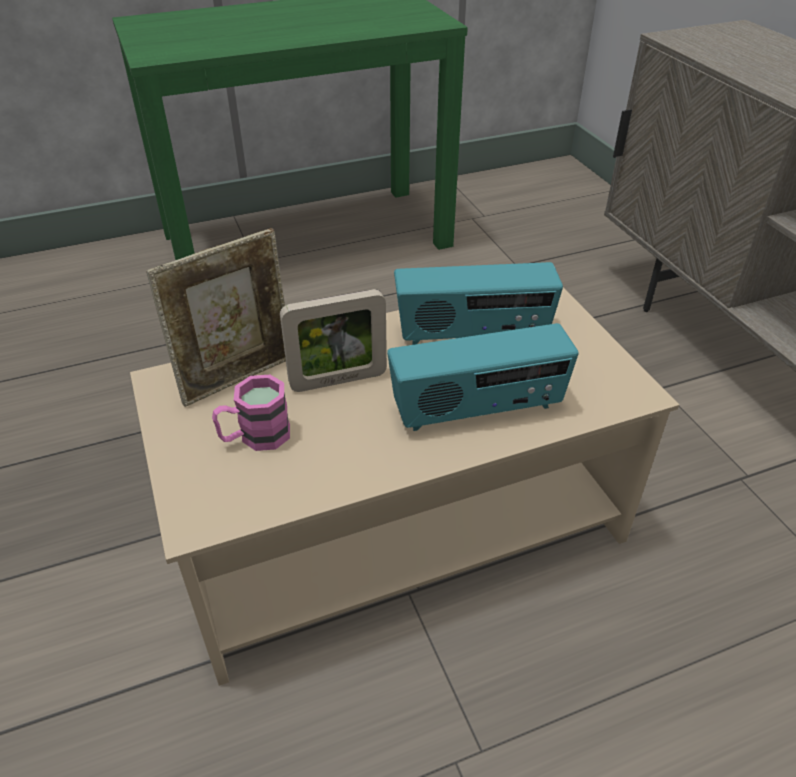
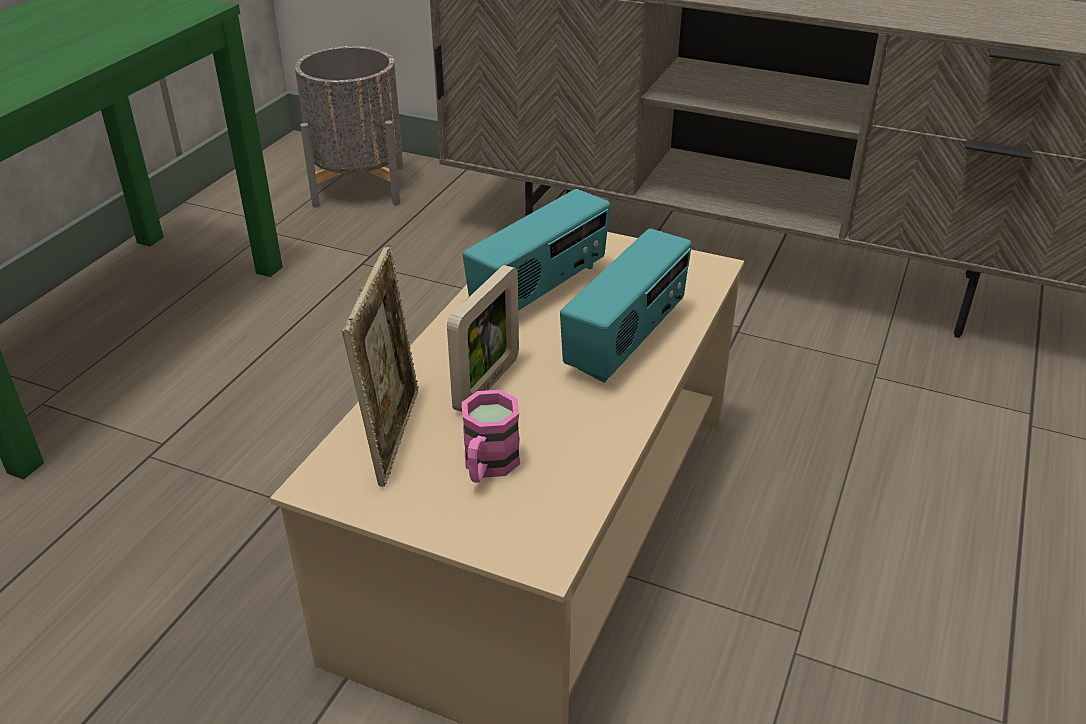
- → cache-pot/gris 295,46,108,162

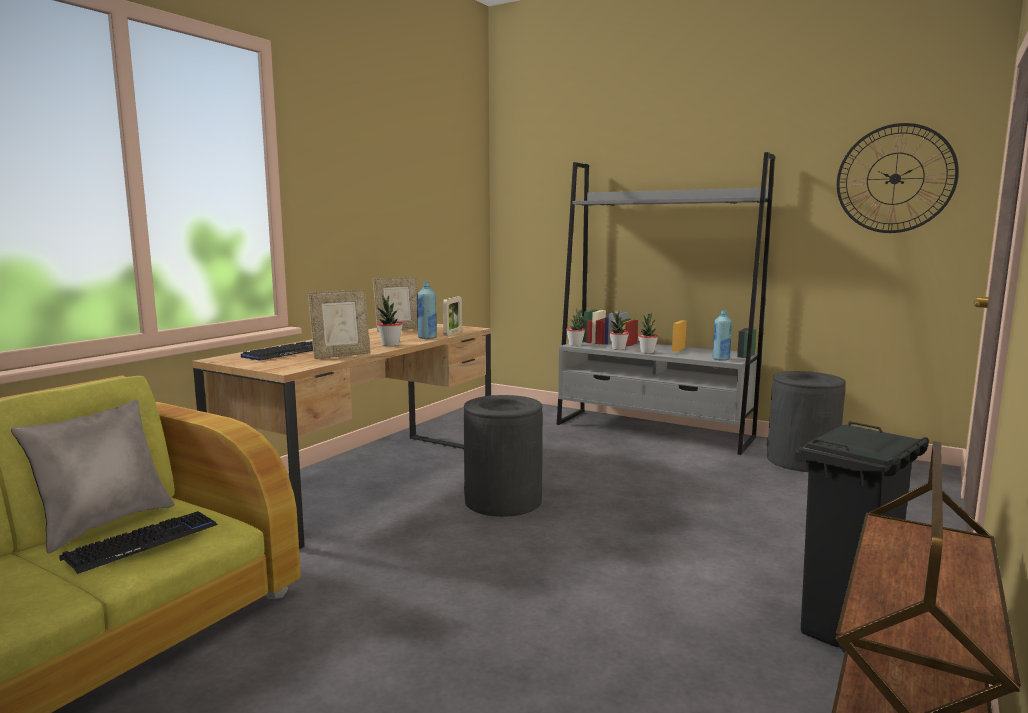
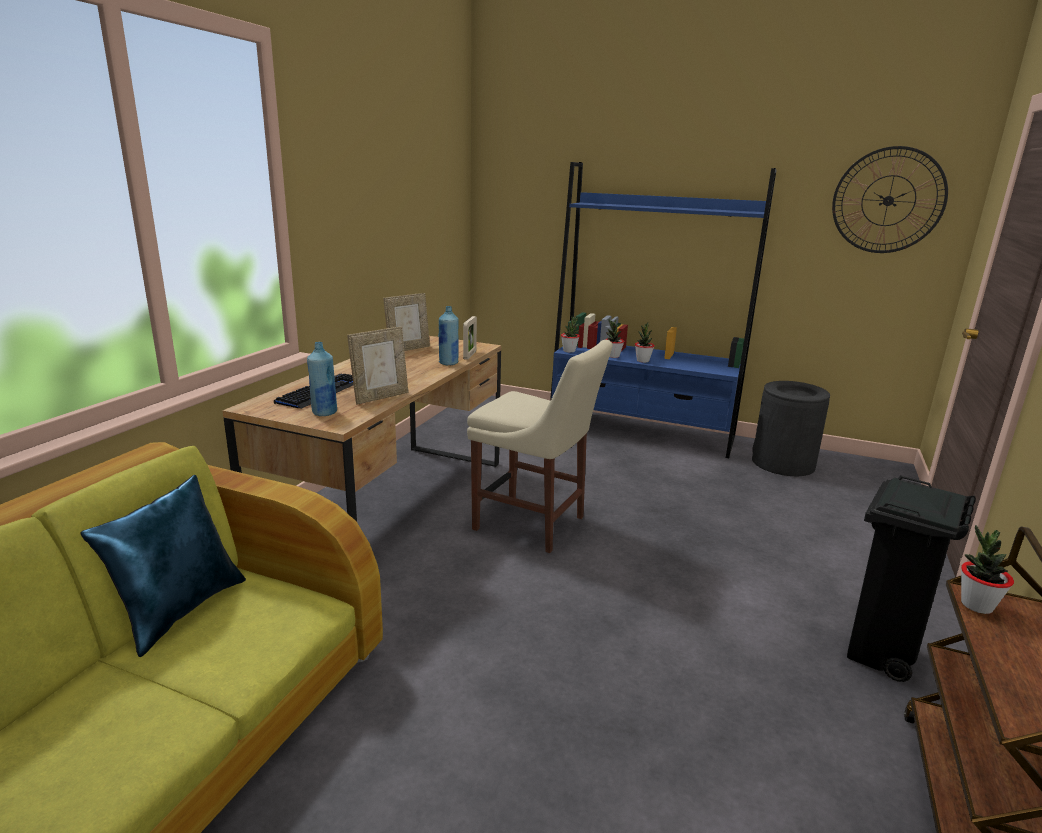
bibliothèque/gris 557,152,218,303 → bibliothèque/bleu 550,162,227,296
plante en pot 377,295,26,51 → plante en pot 961,525,53,89, shifted
bouteille/bleu 713,310,19,51 → bouteille/bleu 307,342,30,74, shifted
poubelle/noir 463,395,80,122 → chaise/beige 467,340,145,213
coussin/gris 11,399,164,154 → coussin/bleu 81,475,165,182
clavier 59,511,159,63 → -

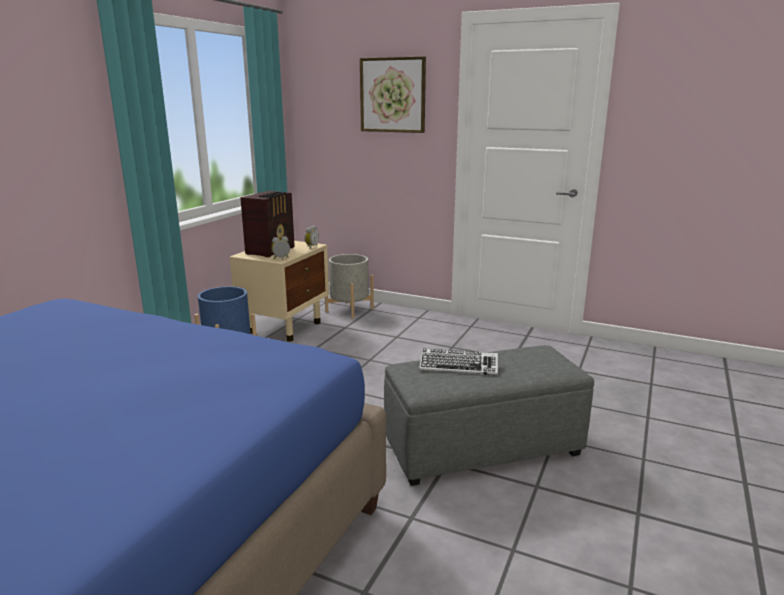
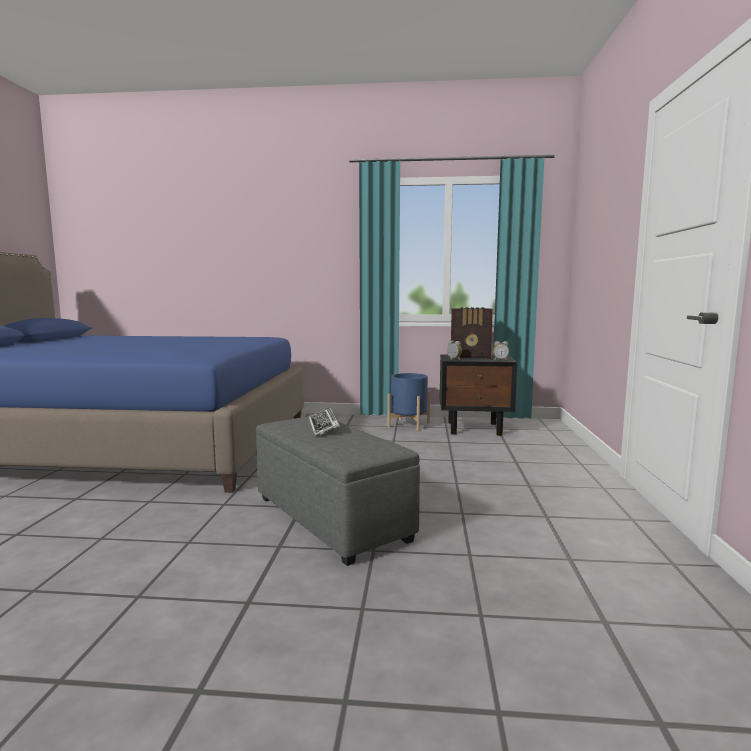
tableau 360,56,66,77 → -
table de chevet/beige 230,241,99,101 → table de chevet/noir 440,355,77,81
cache-pot/gris 325,254,49,65 → -

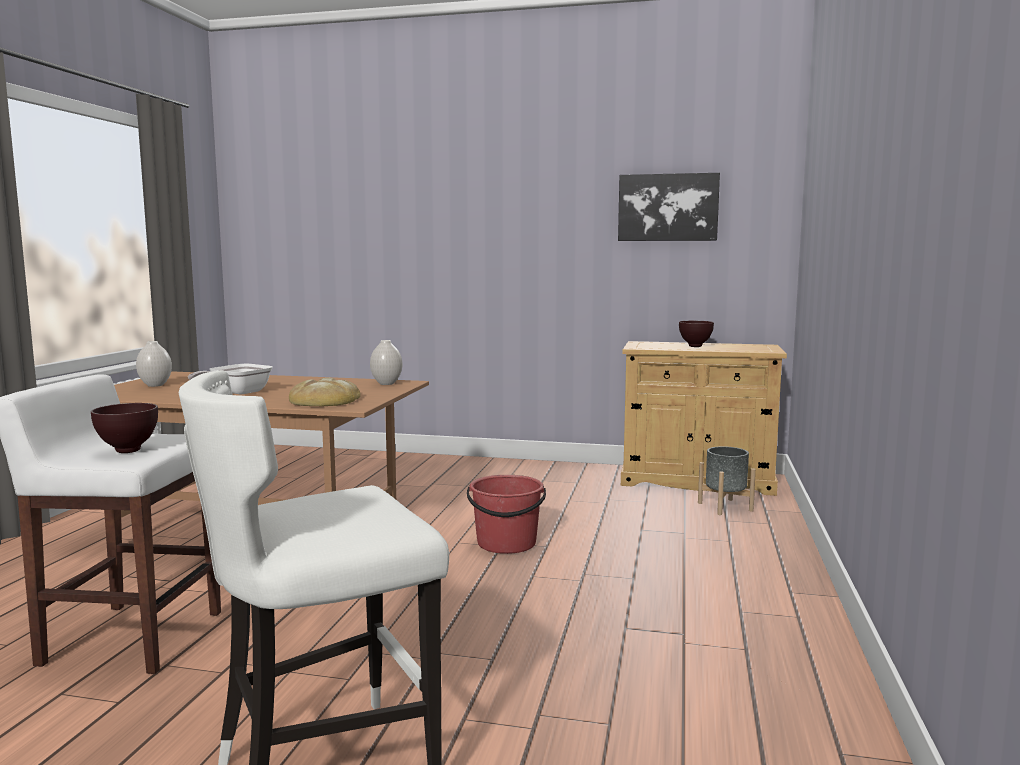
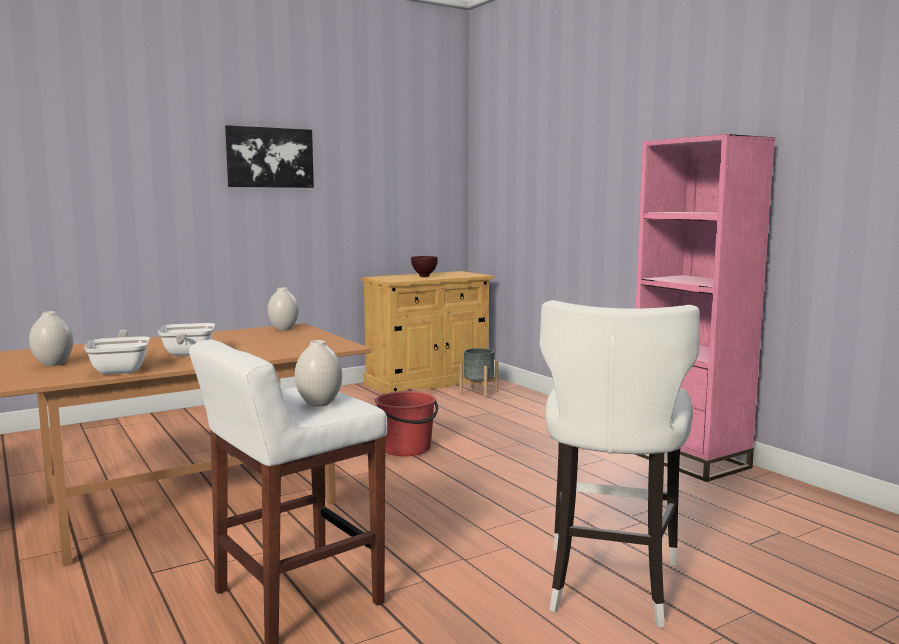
tableau 618,173,102,68 → tableau 225,125,89,63, shifted
pain 289,378,72,29 → -
bol/marron 91,403,67,50 → vase/blanc 295,340,47,67
- → bibliothèque/rose 635,134,140,348
- → poêle 84,330,66,45

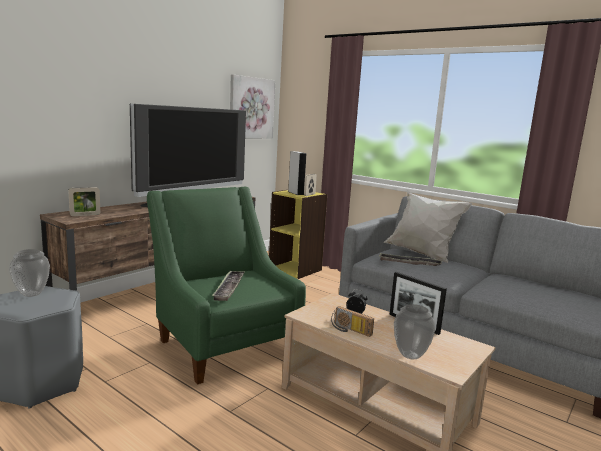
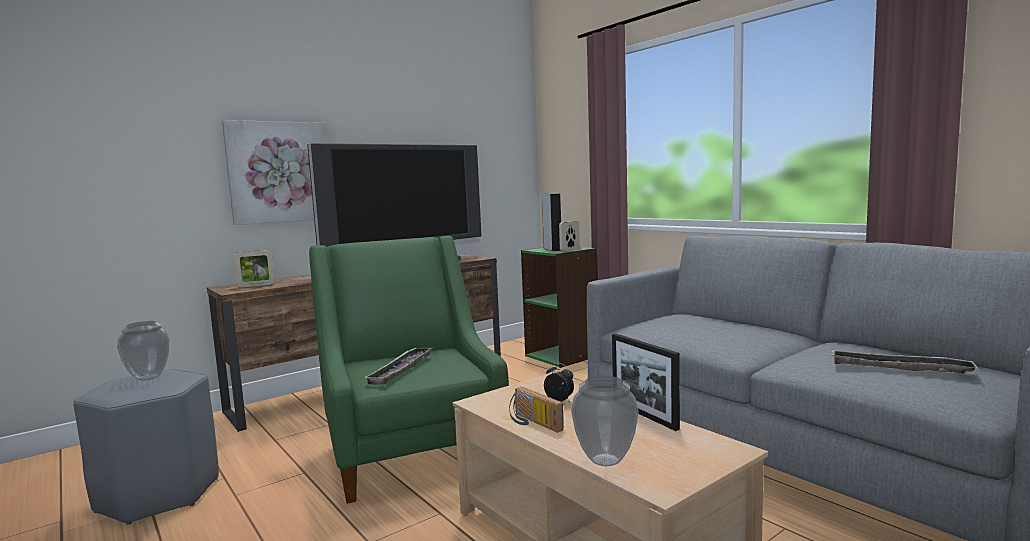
tableau 230,75,45,64 → tableau 222,120,106,105, shifted
bibliothèque/jaune 269,190,58,89 → bibliothèque/vert 521,247,77,121
coussin/blanc 384,190,88,73 → -
plateau 379,253,63,13 → plateau 831,350,147,23, shifted

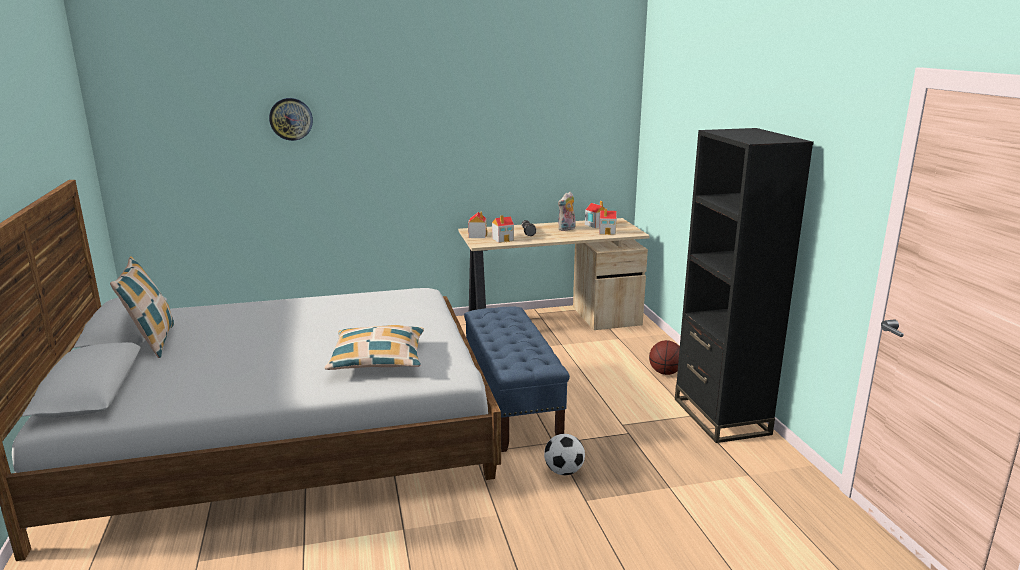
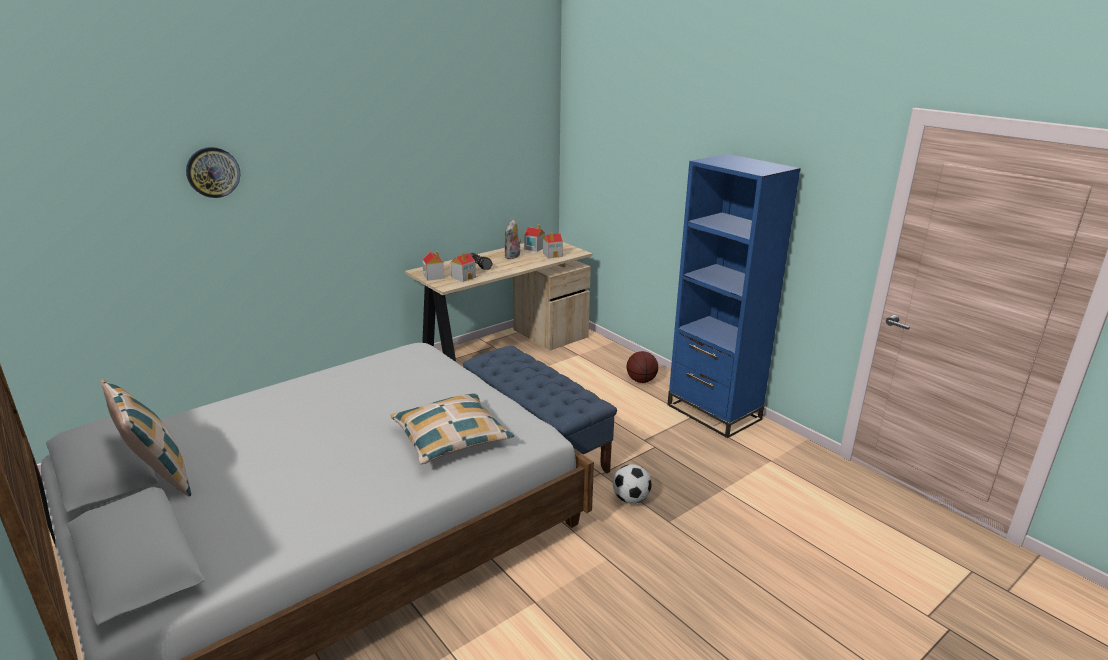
bibliothèque/noir 675,128,139,315 → bibliothèque/bleu 667,154,134,284

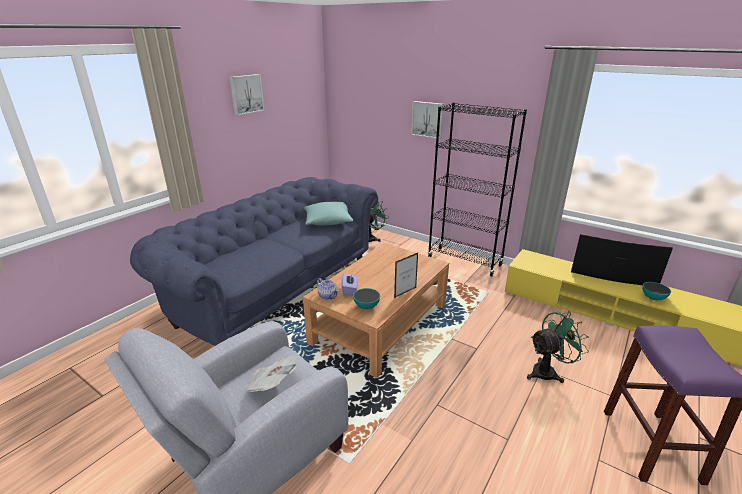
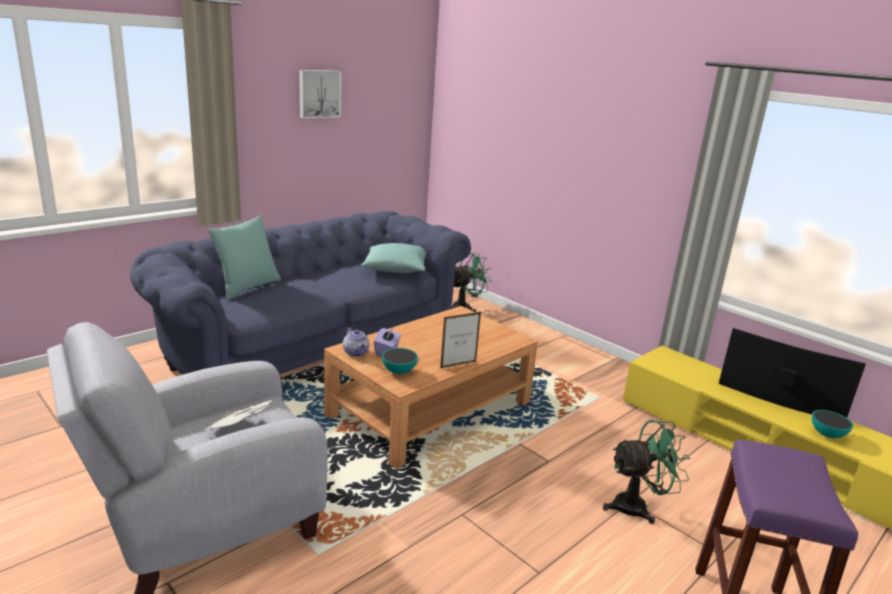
tableau 411,101,33,38 → -
bibliothèque/noir 428,102,99,175 → -
- → coussin/turquoise 208,216,73,84

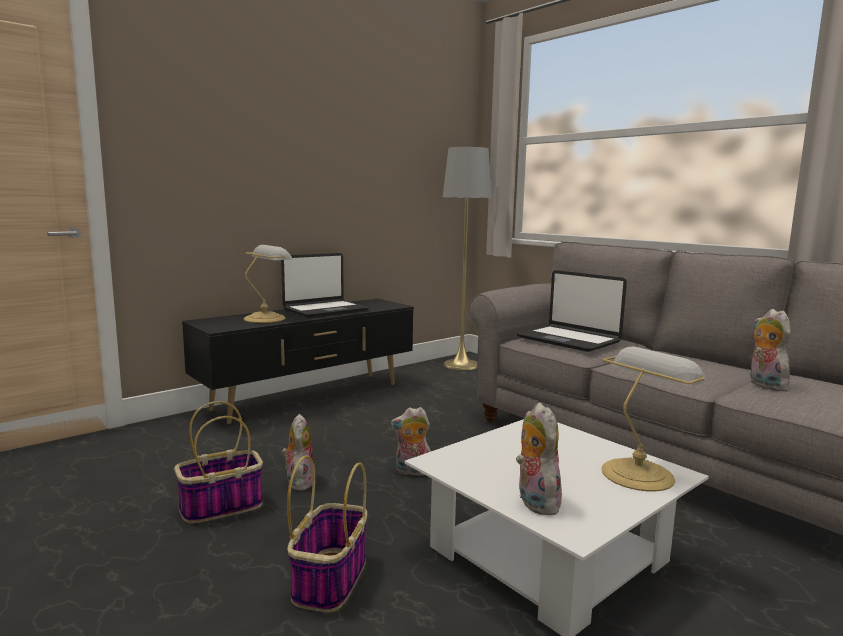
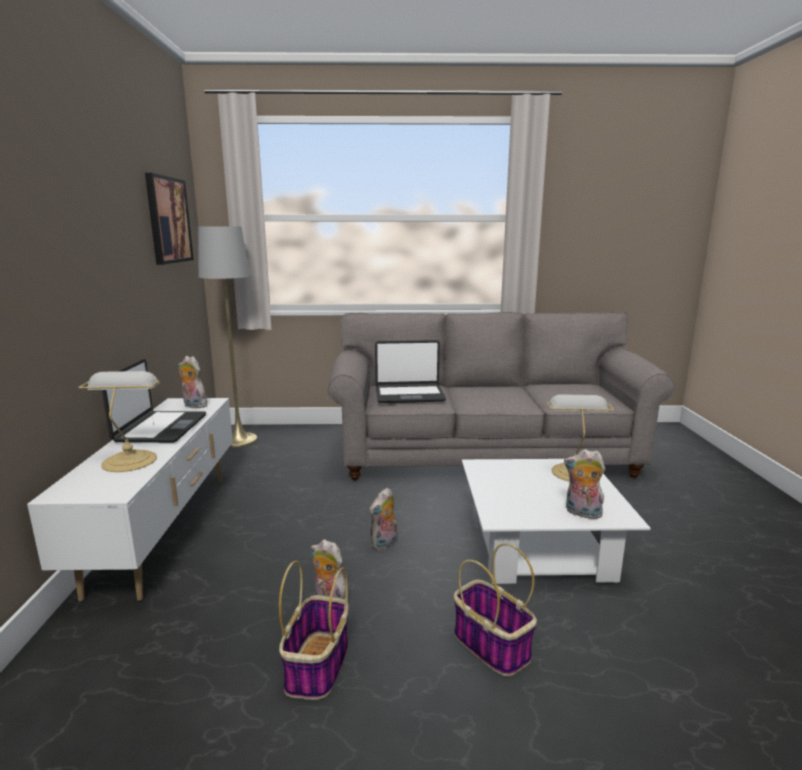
meuble télé/noir 182,299,232,125 → meuble télé/blanc 27,398,206,204
peluche 750,309,43,82 → peluche 178,356,30,52, shifted
- → tableau 145,173,49,92

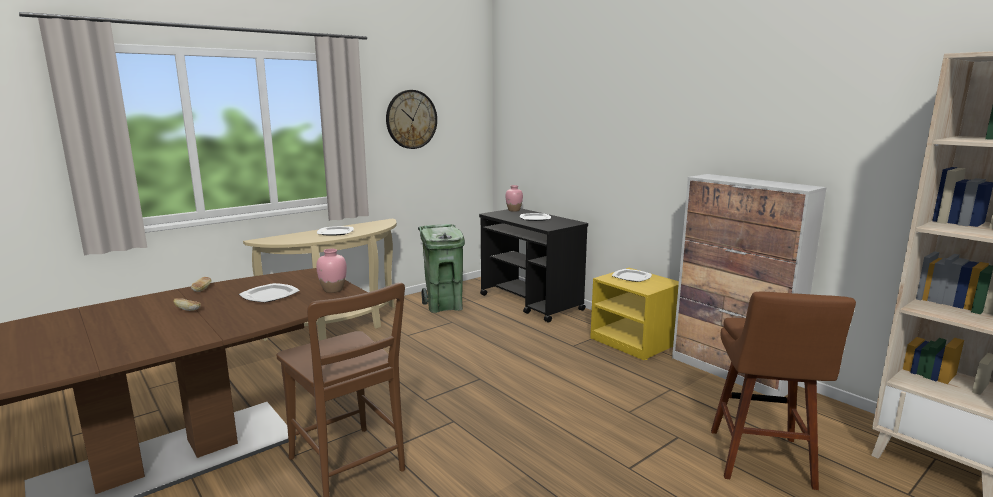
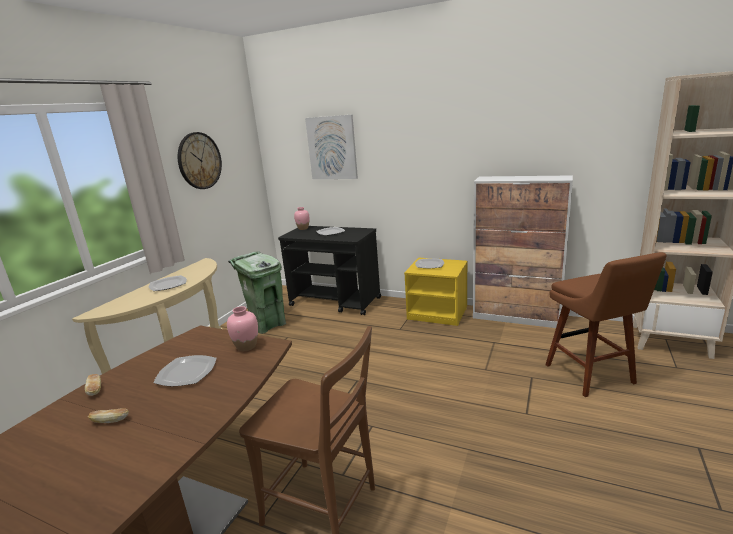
- → tableau 305,114,53,65

